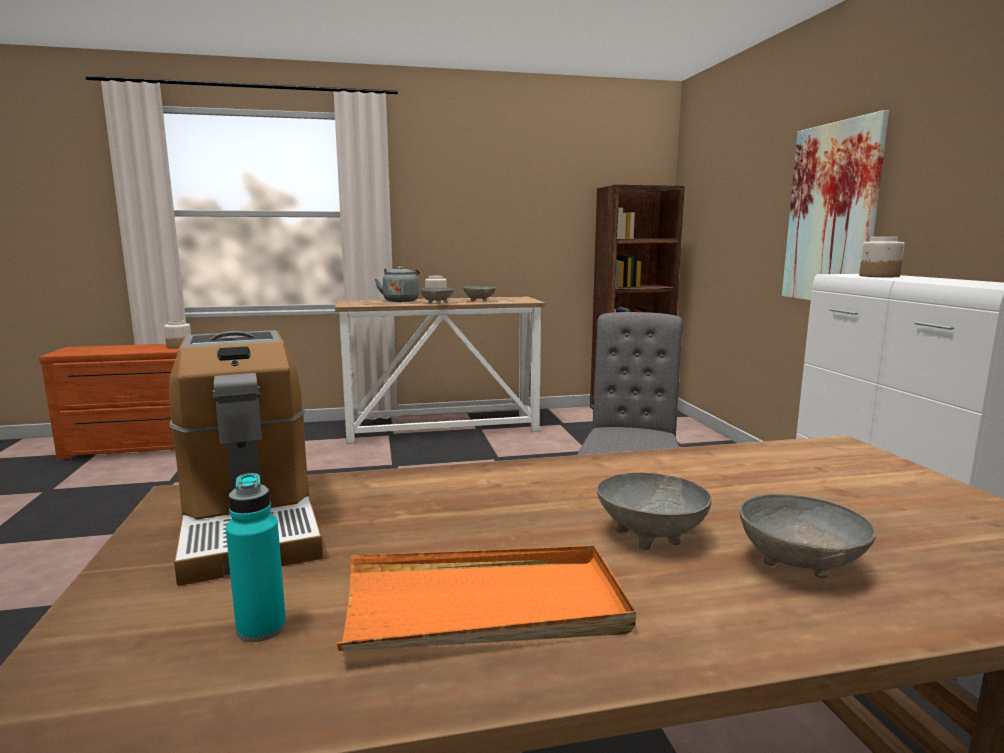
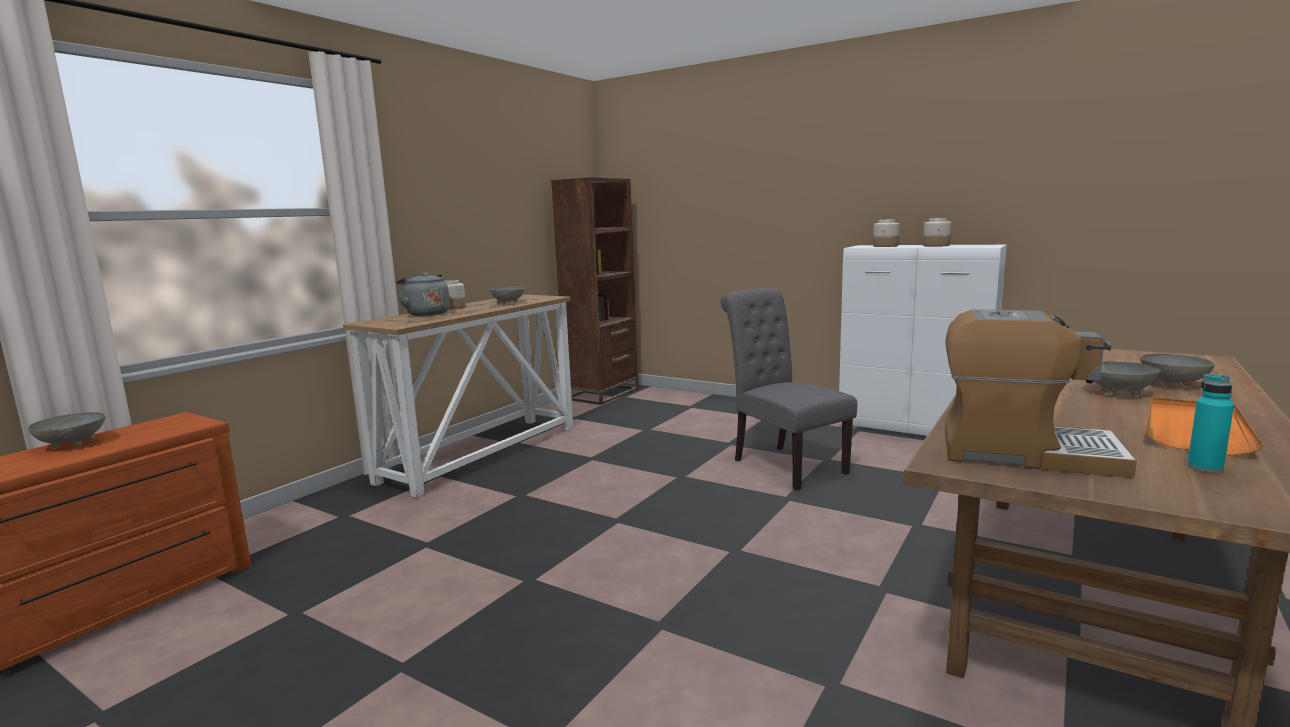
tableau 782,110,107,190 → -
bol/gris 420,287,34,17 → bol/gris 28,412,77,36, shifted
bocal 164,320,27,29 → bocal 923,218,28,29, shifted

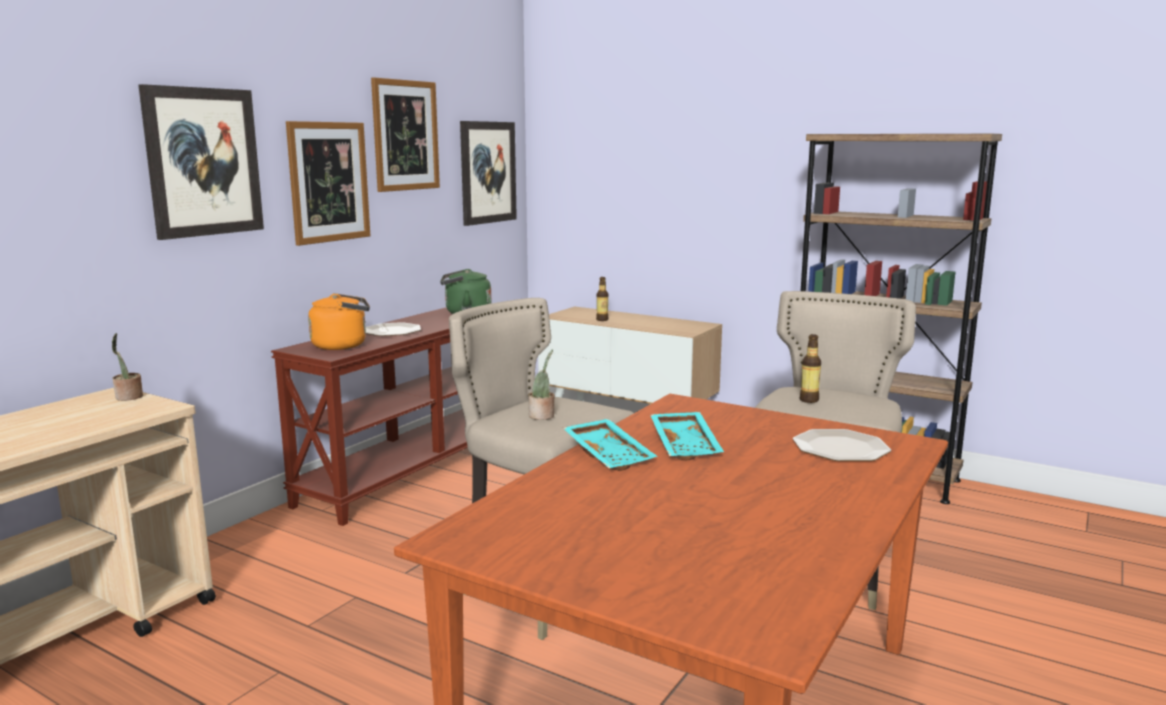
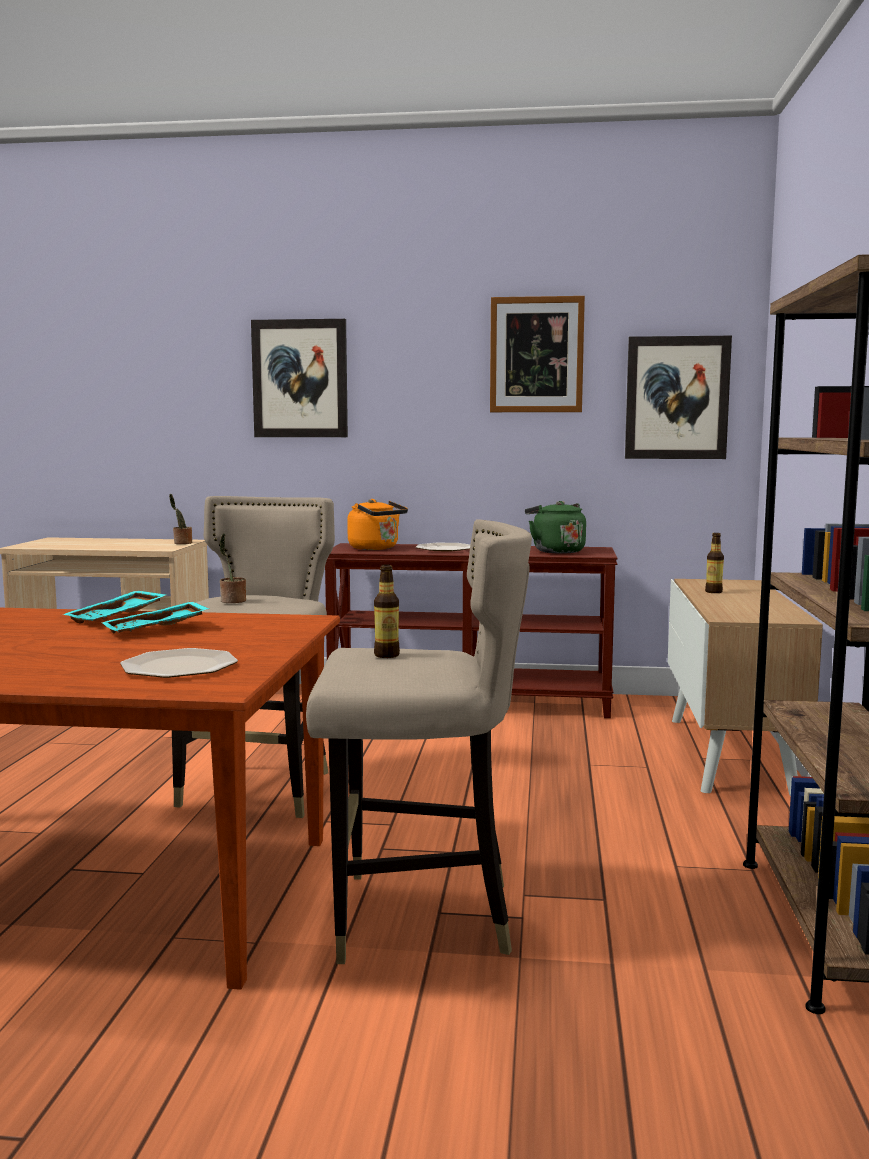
tableau 286,121,84,125 → -

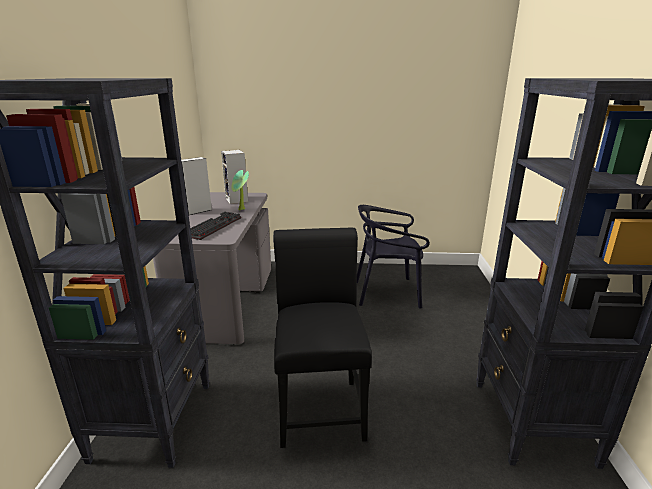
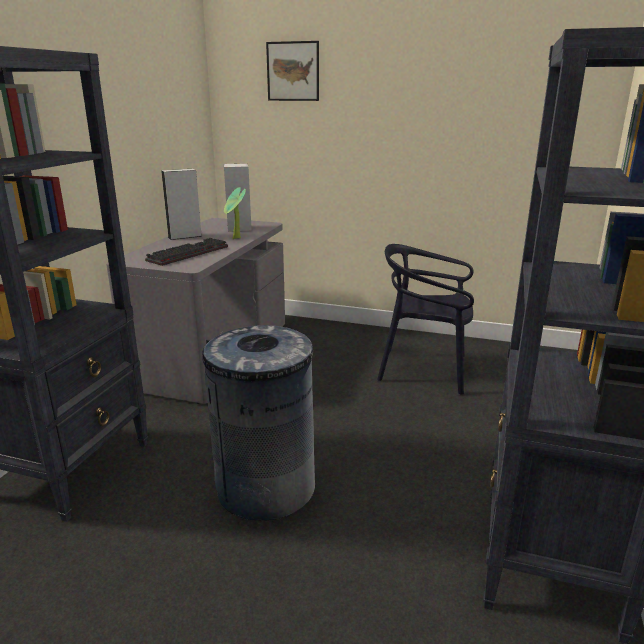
chaise/noir 273,228,99,220 → poubelle/gris 202,325,113,196
- → tableau 266,41,53,60

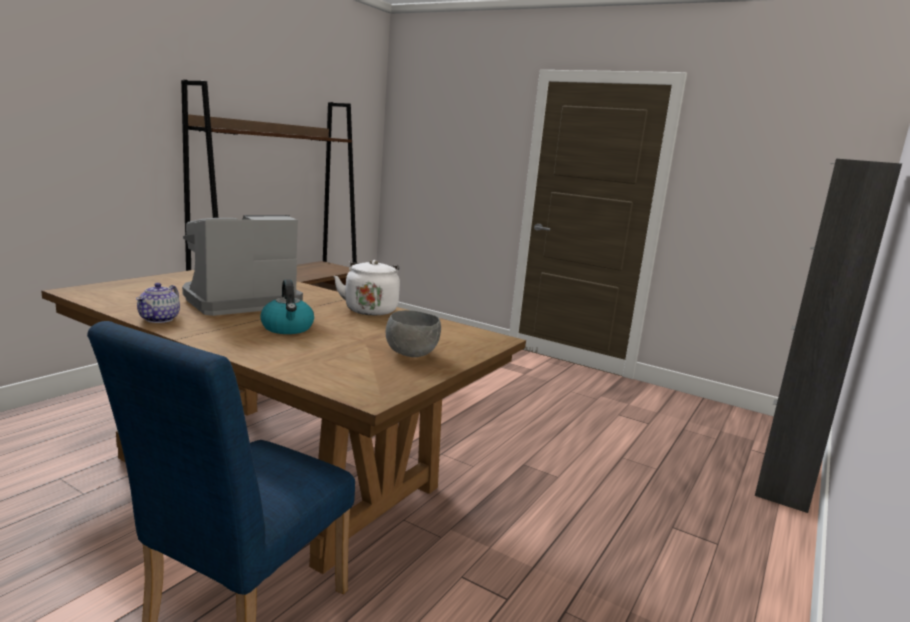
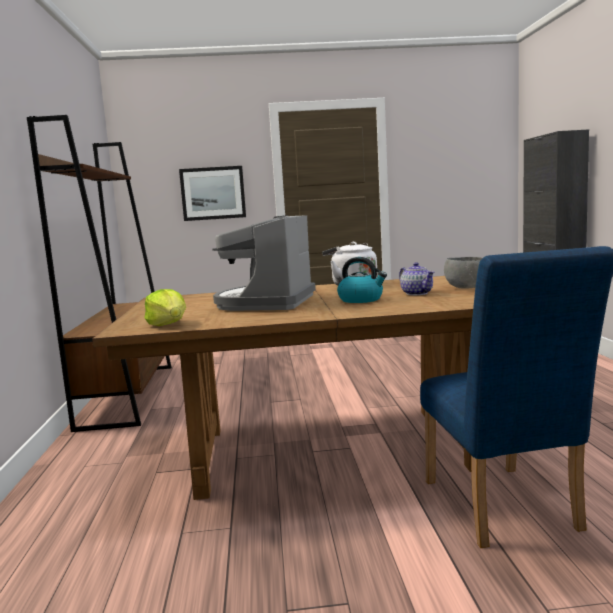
théière 136,283,44,40 → théière 399,262,35,33, shifted
- → tableau 179,166,67,55
- → laitue 144,289,42,37

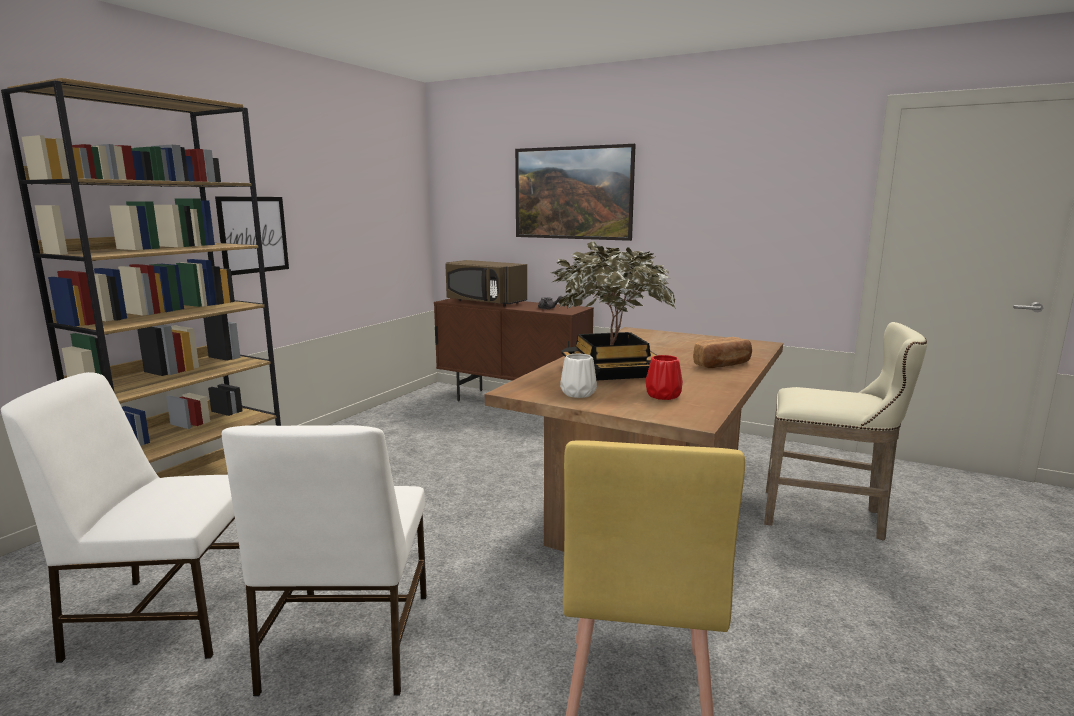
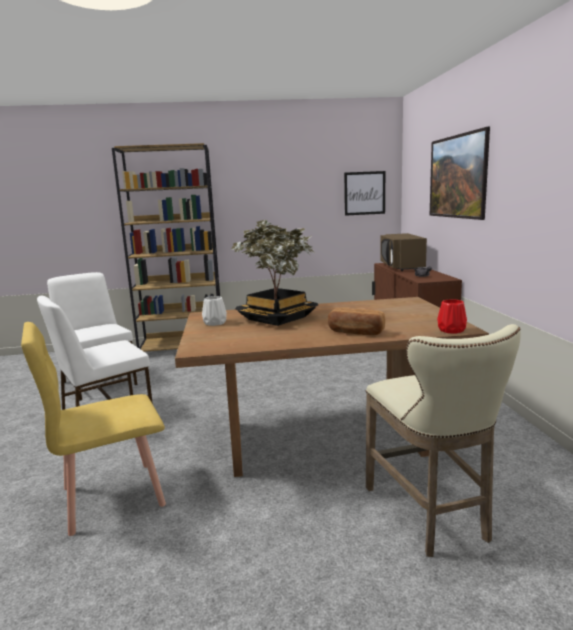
tableau 215,196,74,79 → tableau 344,171,41,45, shifted
vase/rouge 646,355,37,45 → vase/rouge 437,299,30,35, shifted

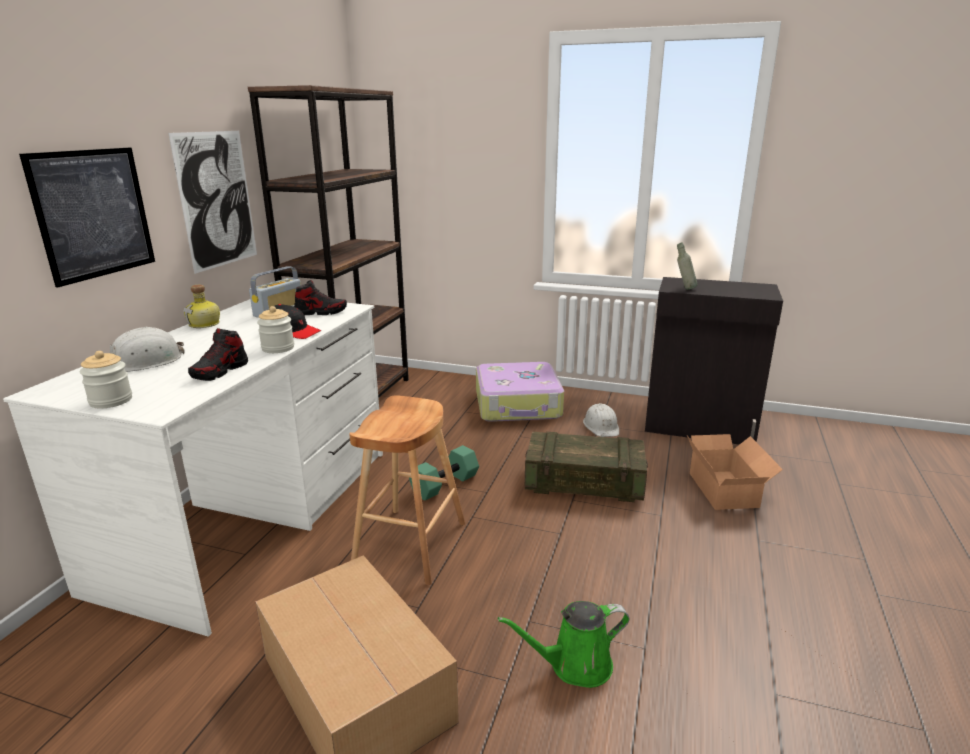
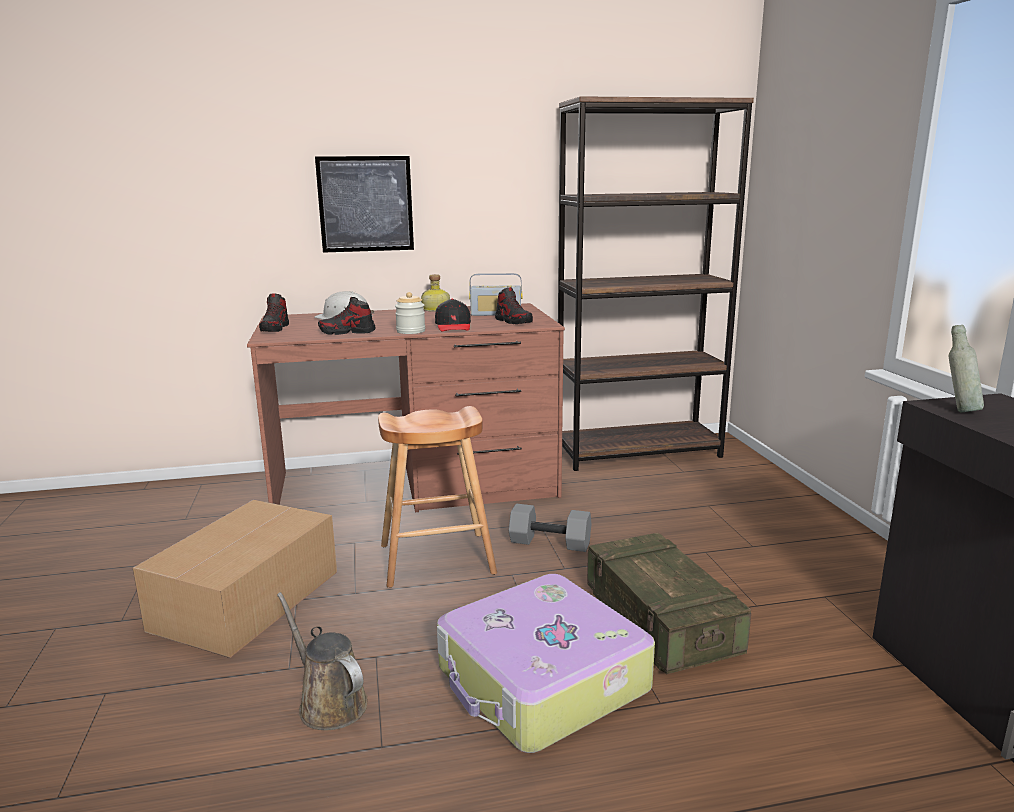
tableau 168,131,89,143 → -
bureau/blanc 3,299,380,338 → bureau/marron 247,303,318,209
bocal 80,351,52,58 → chaussure 259,293,30,39
valise 476,362,88,60 → valise 437,574,218,179, shifted
casque de chantier/blanc 583,403,36,34 → -
carton 687,434,96,76 → -
haltère/vert 409,445,70,55 → haltère/gris 509,504,82,48
arrosoir/vert 498,601,131,87 → arrosoir/marron 277,592,90,138

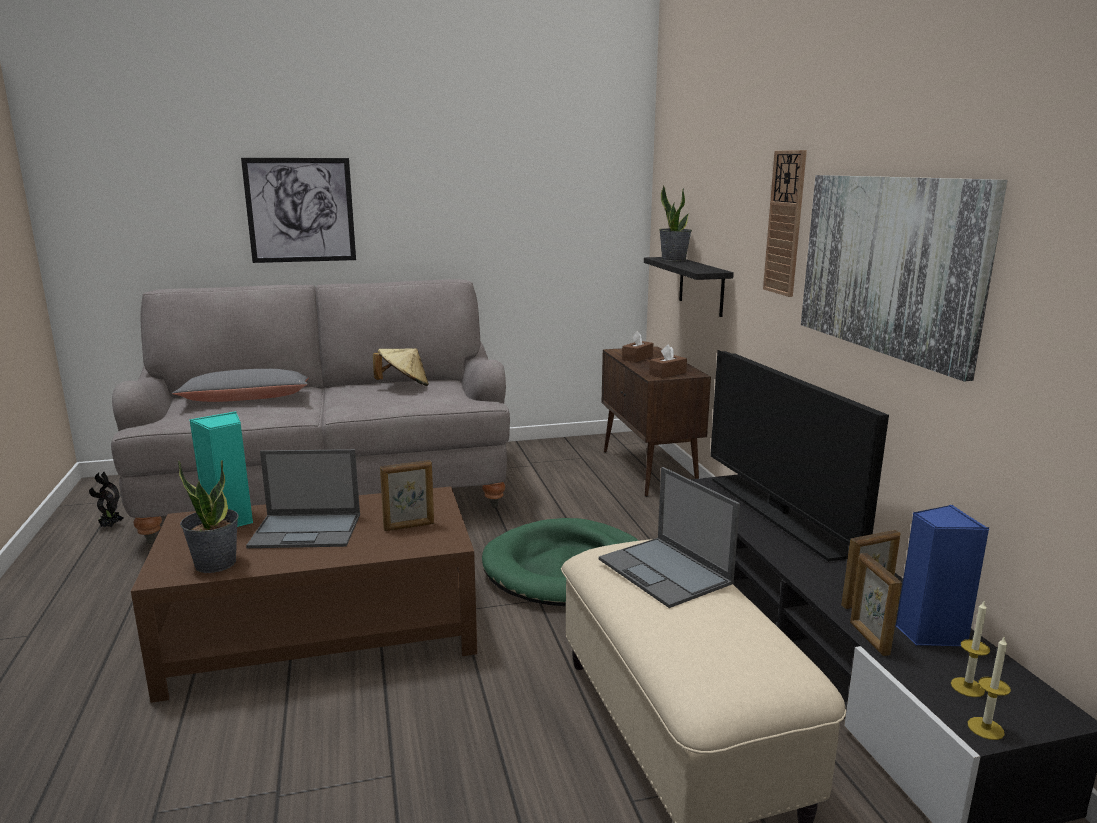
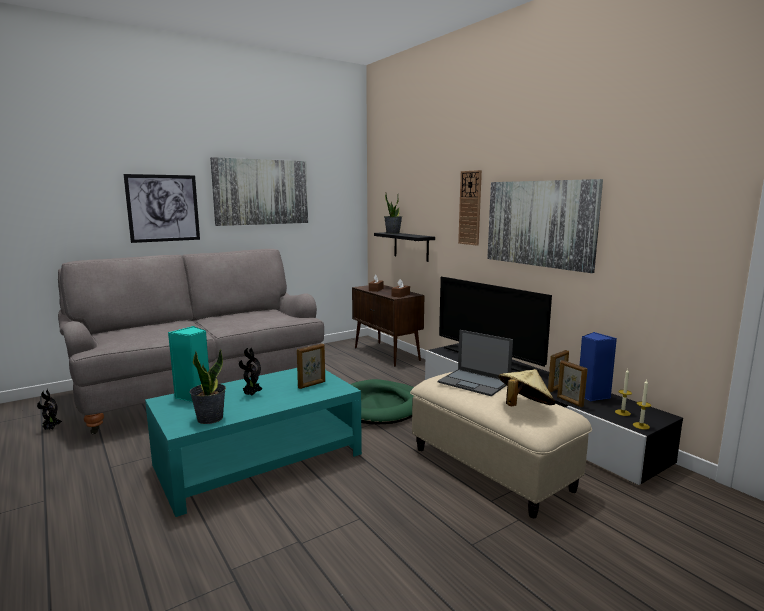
chapeau/beige 373,348,56,38 → chapeau/beige 498,369,58,37, shifted
coussin/gris 172,369,137,33 → -
ordinateur portable 246,449,114,99 → plante en pot 239,348,24,48
table basse/marron 131,486,346,217 → table basse/turquoise 145,368,217,149
- → tableau 210,157,98,69

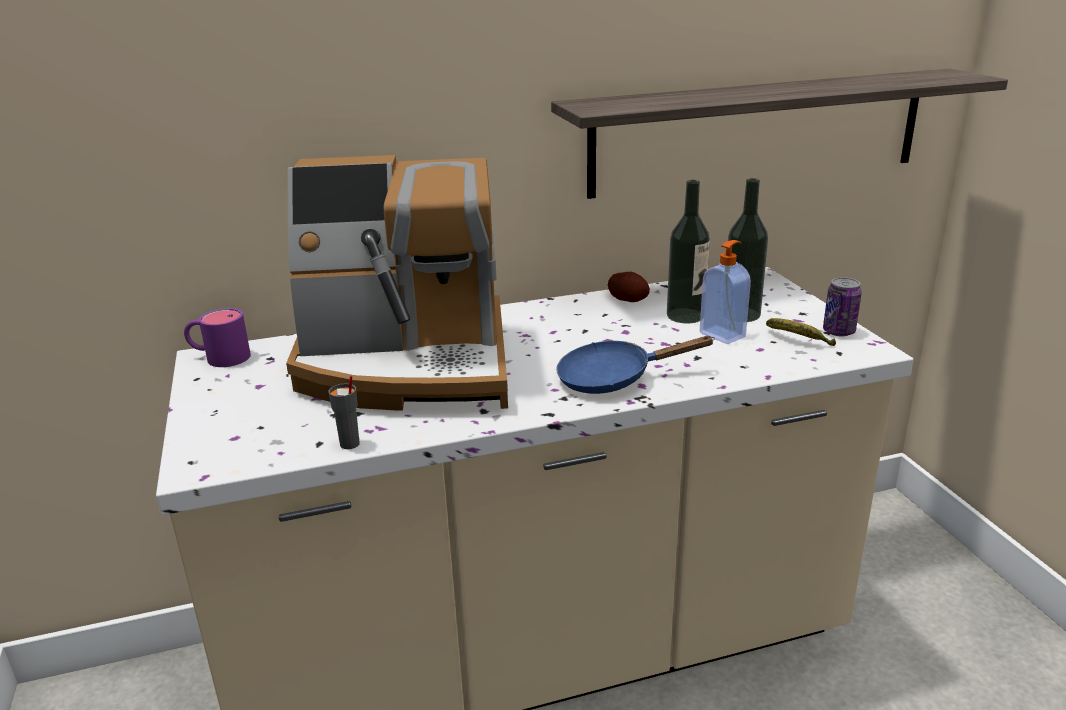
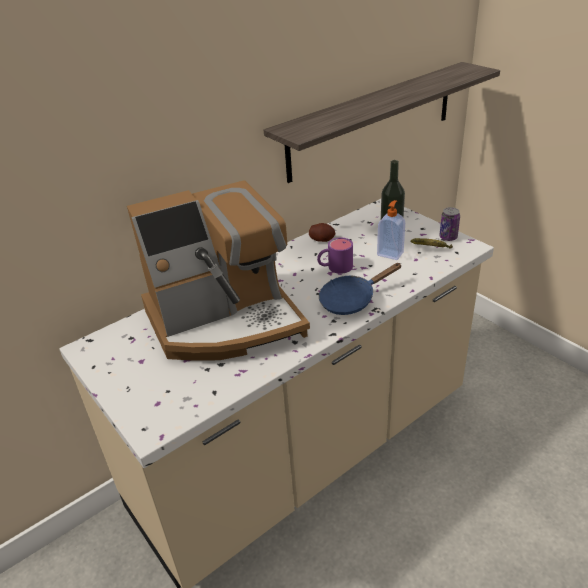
bouteille 667,180,43,143 → -
mug/violet 184,308,67,59 → mug/violet 317,238,36,36, shifted
tasse/gris 328,376,32,73 → -

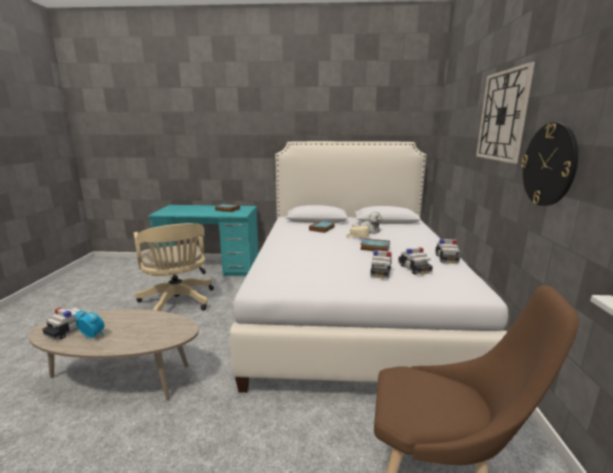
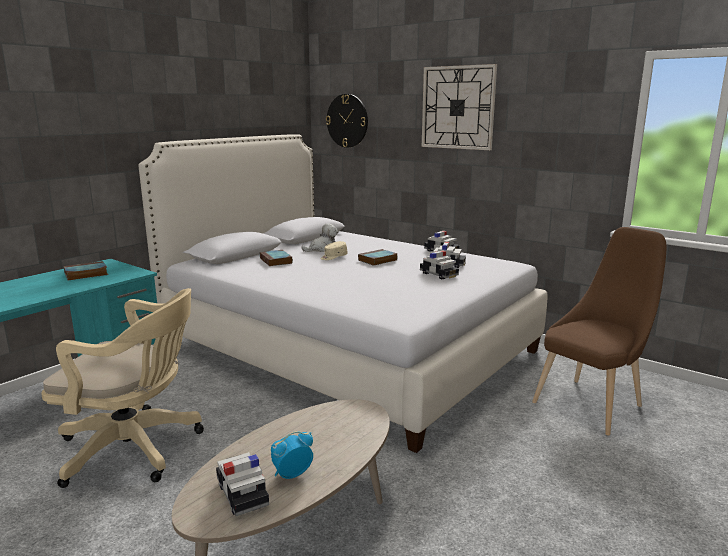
horloge murale 521,122,57,84 → horloge murale 326,94,42,54, shifted

